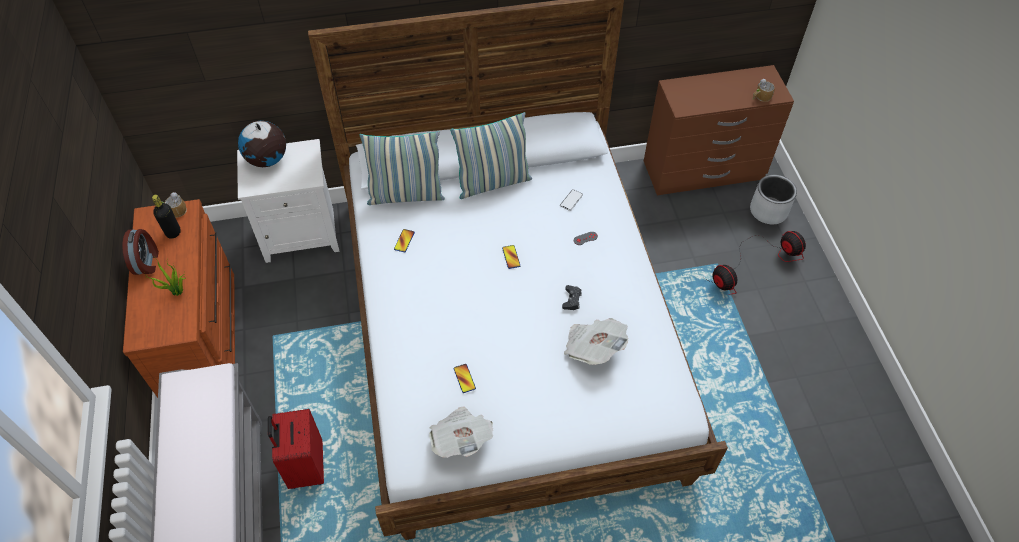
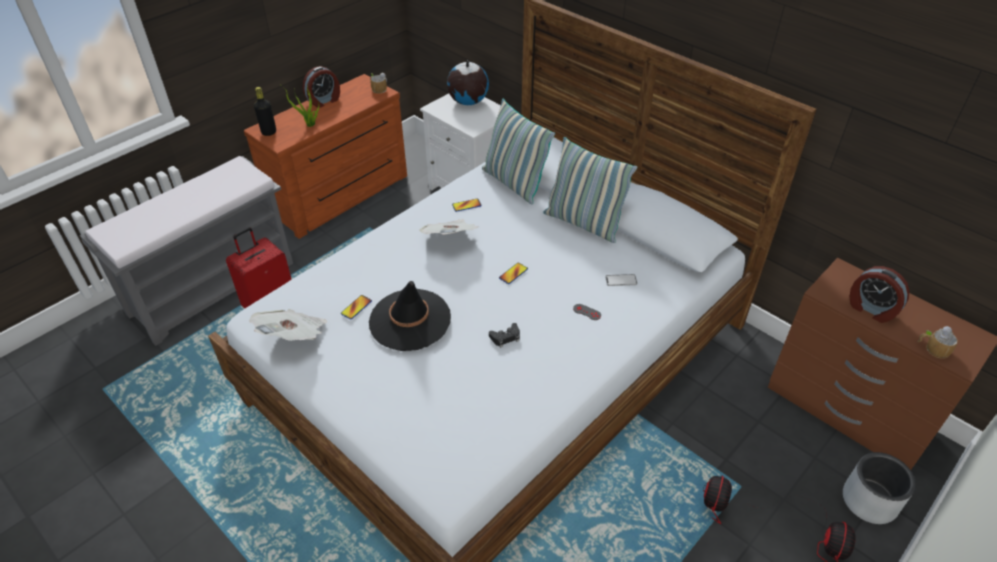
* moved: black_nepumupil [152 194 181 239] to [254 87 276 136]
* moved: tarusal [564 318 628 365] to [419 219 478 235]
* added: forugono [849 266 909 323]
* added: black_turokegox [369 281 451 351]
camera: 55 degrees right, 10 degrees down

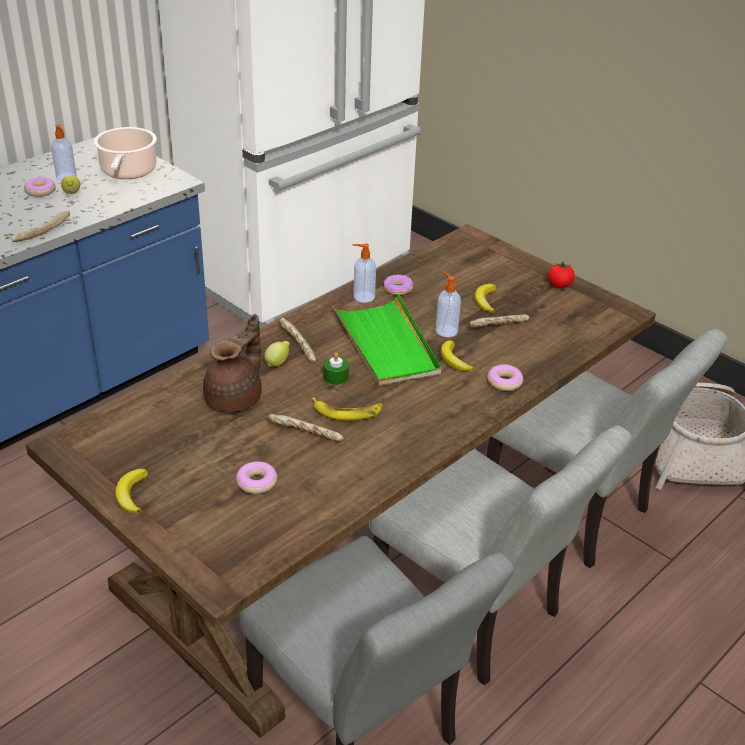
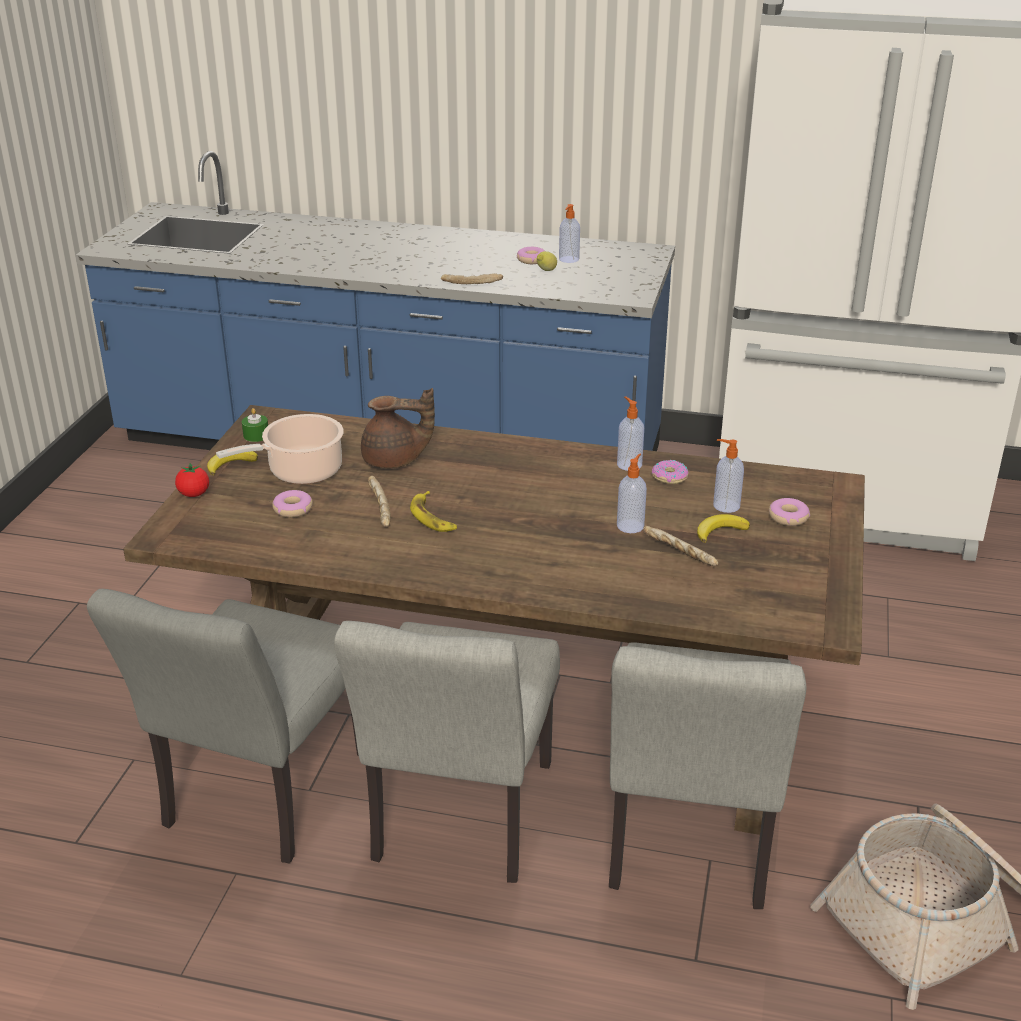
* moved: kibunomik [94 127 157 179] to [216 414 344 484]
* moved: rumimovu [548 261 575 288] to [175 463 209 497]
* removed: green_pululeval [332 294 441 386]
* removed: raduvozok [279 317 316 362]
* removed: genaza [440 340 474 371]
* removed: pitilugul [264 341 290 367]
* moved: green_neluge [323 352 349 385] to [242 408 268 442]
* moved: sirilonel [487 364 523 391] to [769 498 810 526]
* added: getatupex [713 439 744 513]
camera: 60 degrees right, 5 degrees down

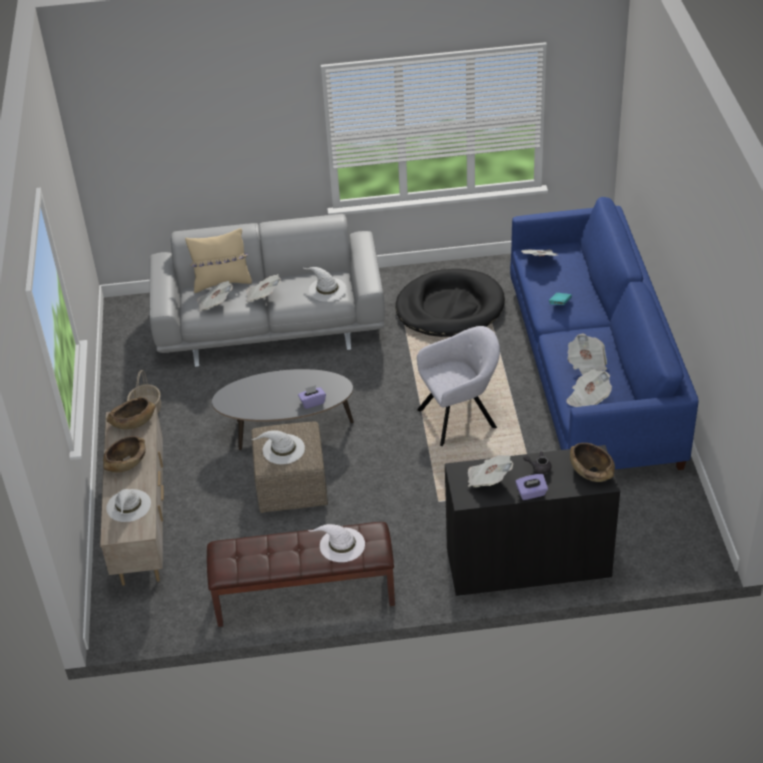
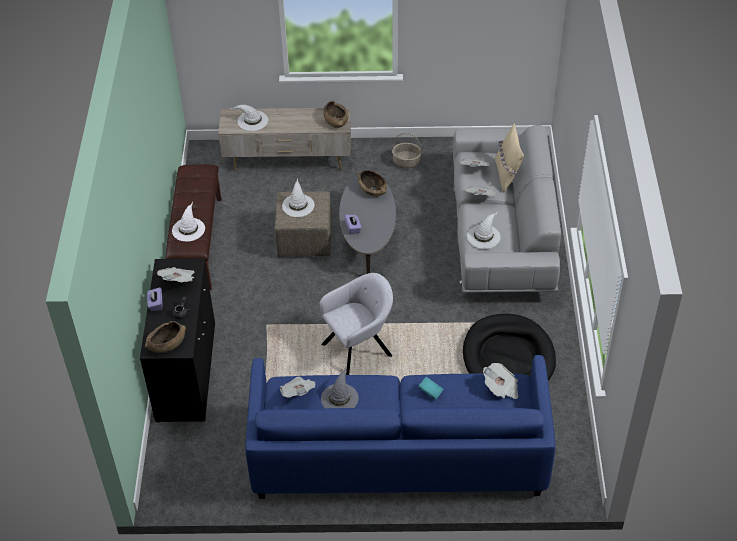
* turned: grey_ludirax [417 326 500 446] = [320 273 393 375] 105 degrees counterclockwise
* replaced: tarusal [568 334 607 375] to grey_turokegox [321 367 359 409]
* moved: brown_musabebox [103 436 146 473] to [358 170 387 197]
camera: 95 degrees right, 5 degrees up

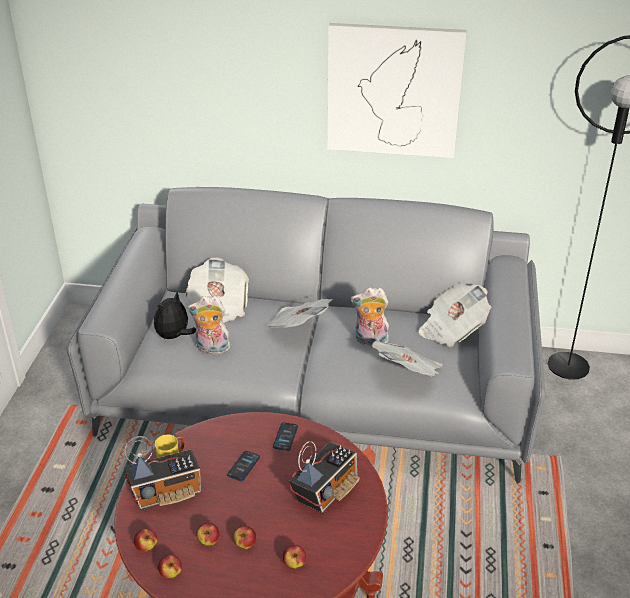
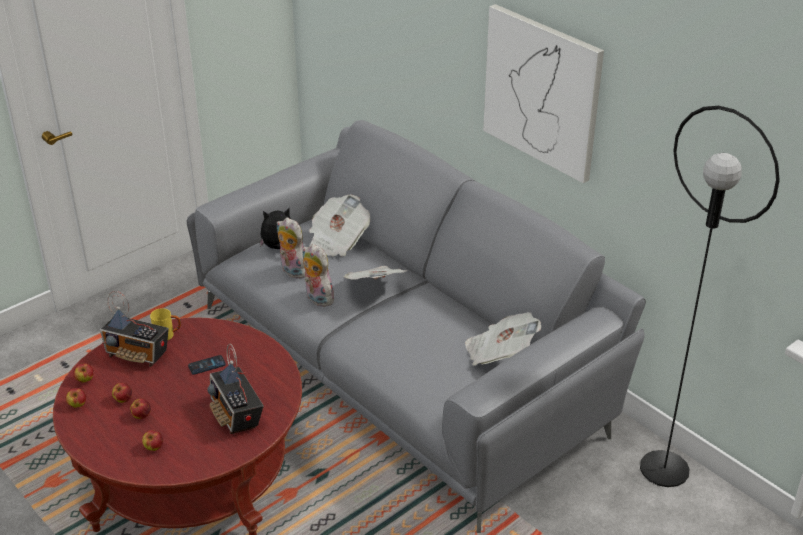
* moved: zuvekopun [351 287 389 346] to [303 244 334 307]
* removed: tarusal [372 341 443 377]
* removed: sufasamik [273 422 298 451]
* turned: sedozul [289 441 360 514] = [207 344 264 434] 75 degrees clockwise
camera: 40 degrees right, 0 degrees up

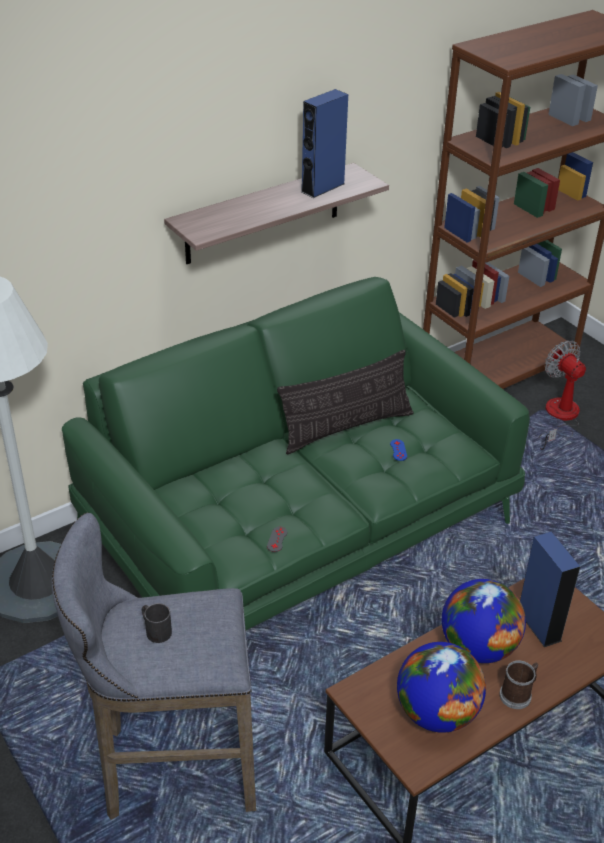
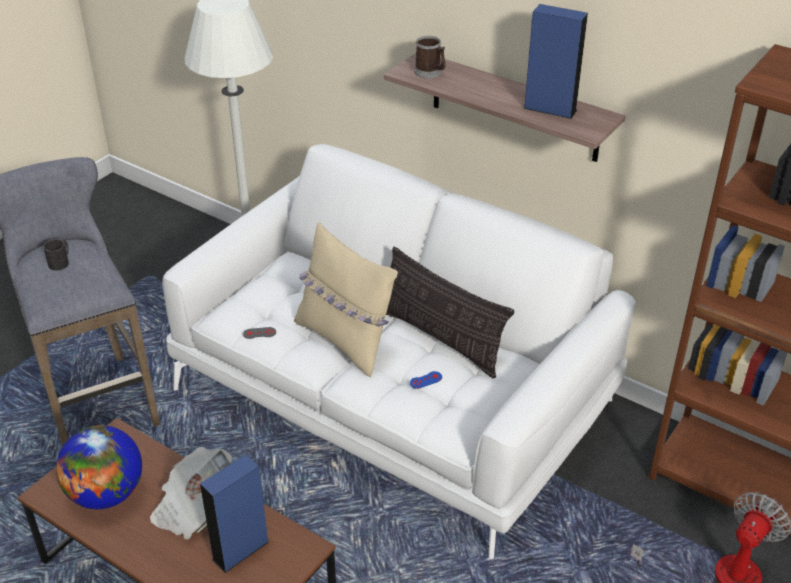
* recoloured: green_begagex [62 277 530 630] to white_begagex [162 144 636 559]
* replaced: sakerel [442 579 526 663] to tarusal [150 447 233 539]
* moved: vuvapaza [499 660 538 709] to [414 36 446 78]
* added: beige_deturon [294 222 398 377]
camera: 70 degrees right, 0 degrees up

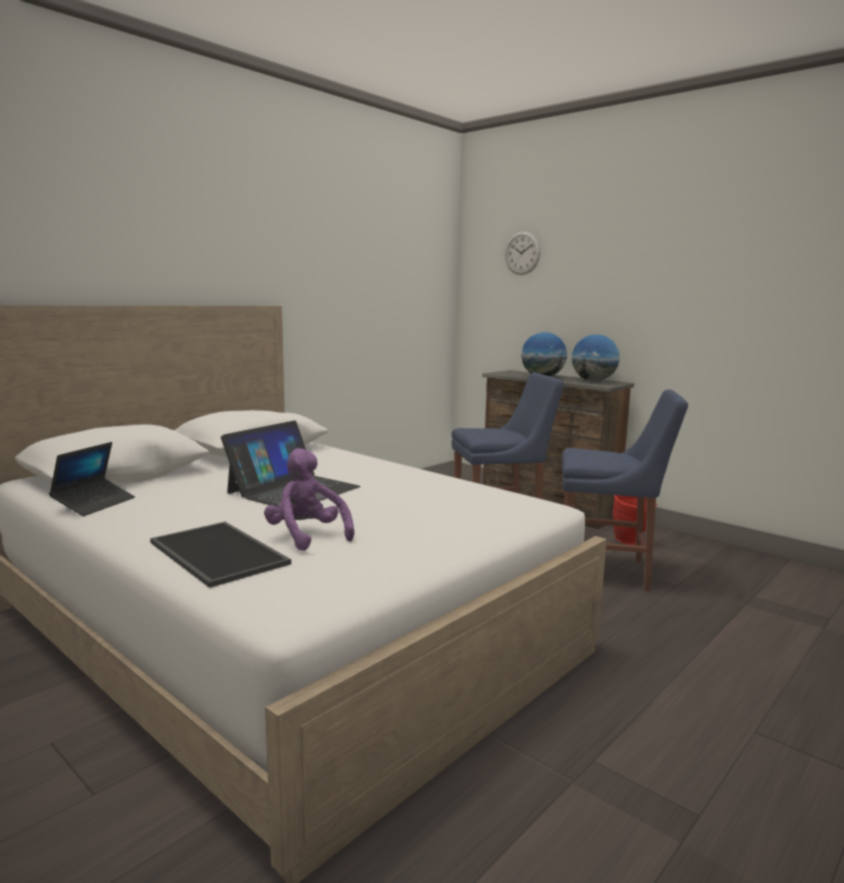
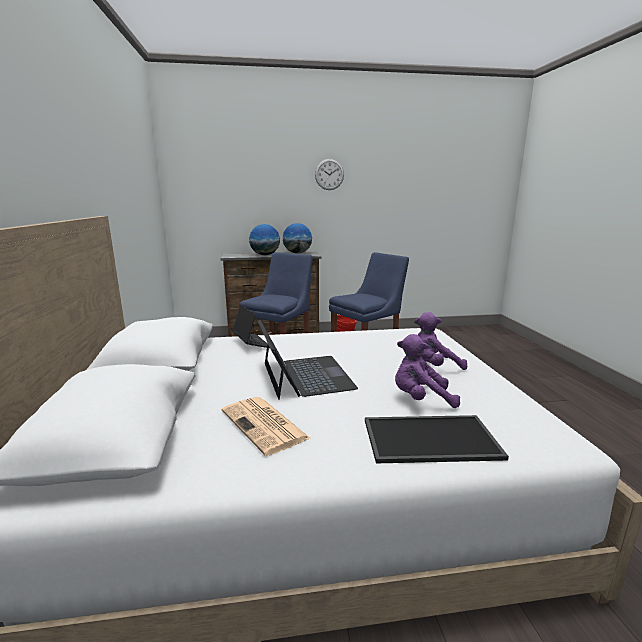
* moved: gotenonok [505 231 541 275] to [315 159 344 190]
* moved: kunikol [49 442 135 516] to [232 304 270 348]
* added: purple_zuvekopun [414 312 467 370]
* added: tarusal [222 397 310 456]
camera: 50 degrees left, 5 degrees up

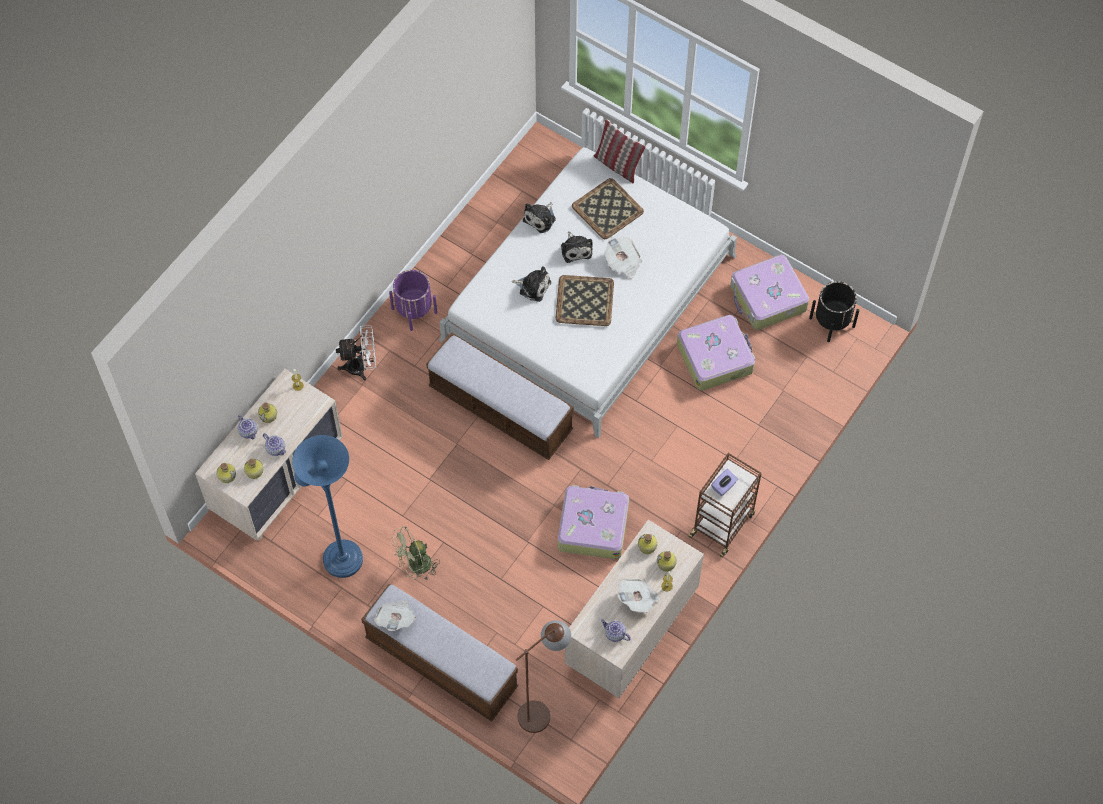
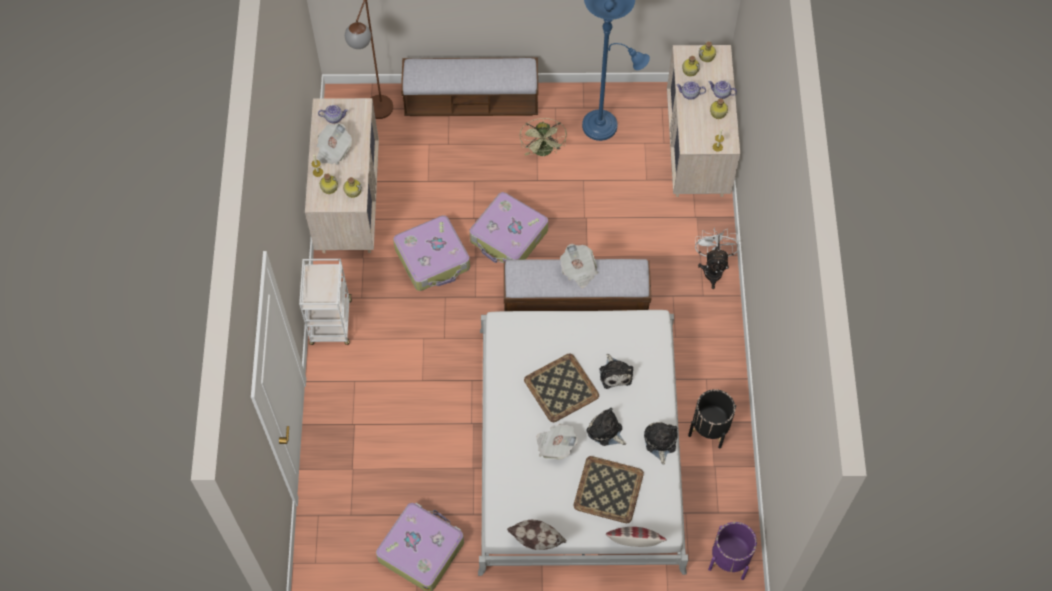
* turned: zuvekopun [512 266 551 302] = [599 354 633 389] 90 degrees counterclockwise
* moved: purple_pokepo [389 270 437 331] to [708 522 757 580]
* moved: black_pokepo [809 281 859 342] to [688 389 736 449]
* moved: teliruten [677 315 755 391] to [470 192 548 263]
* turned: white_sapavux [336 325 376 380] = [695 227 740 289] 135 degrees clockwise
* recoloured: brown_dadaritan [689 453 762 558] to white_dadaritan [299 259 352 345]
* removed: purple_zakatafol [711 469 738 496]
* turned: green_sapavux [391 527 440 581] = [519 118 567 157] 150 degrees clockwise
* moved: tarusal [374 600 416 631] to [560 244 598 288]
* added: deturon [507 519 566 550]
camera: 145 degrees right, 0 degrees up

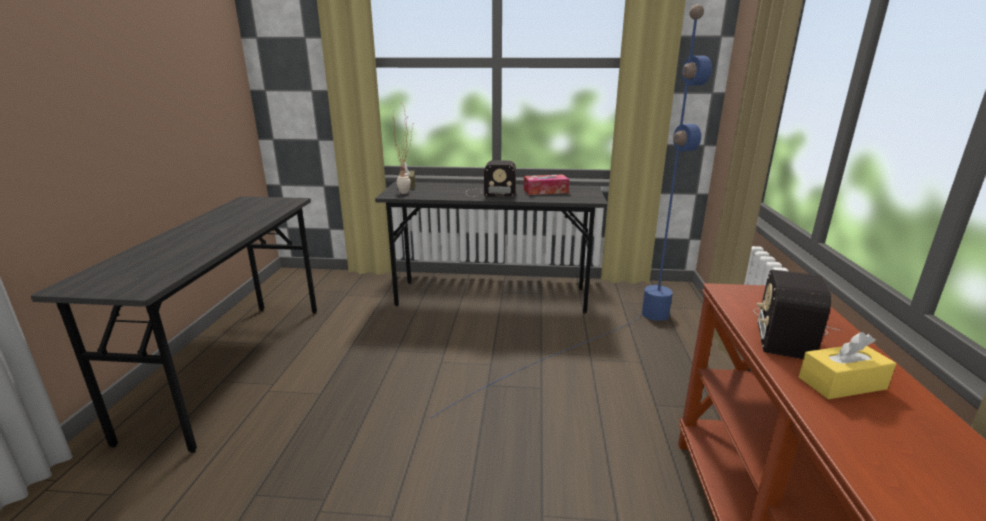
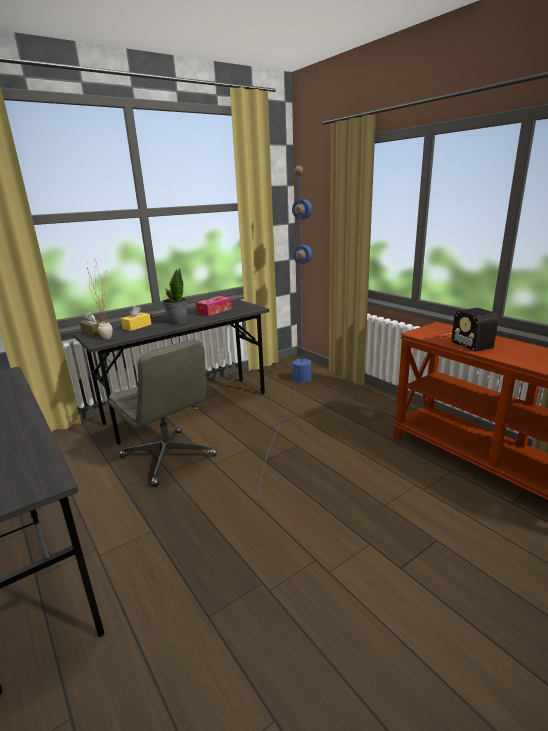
* replaced: sedozul [466 160 516 197] to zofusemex [162 268 187 324]
* moved: yellow_zakatafol [799 332 896 399] to [121 306 151 331]
* added: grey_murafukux [109 339 217 487]
camera: 40 degrees left, 0 degrees up

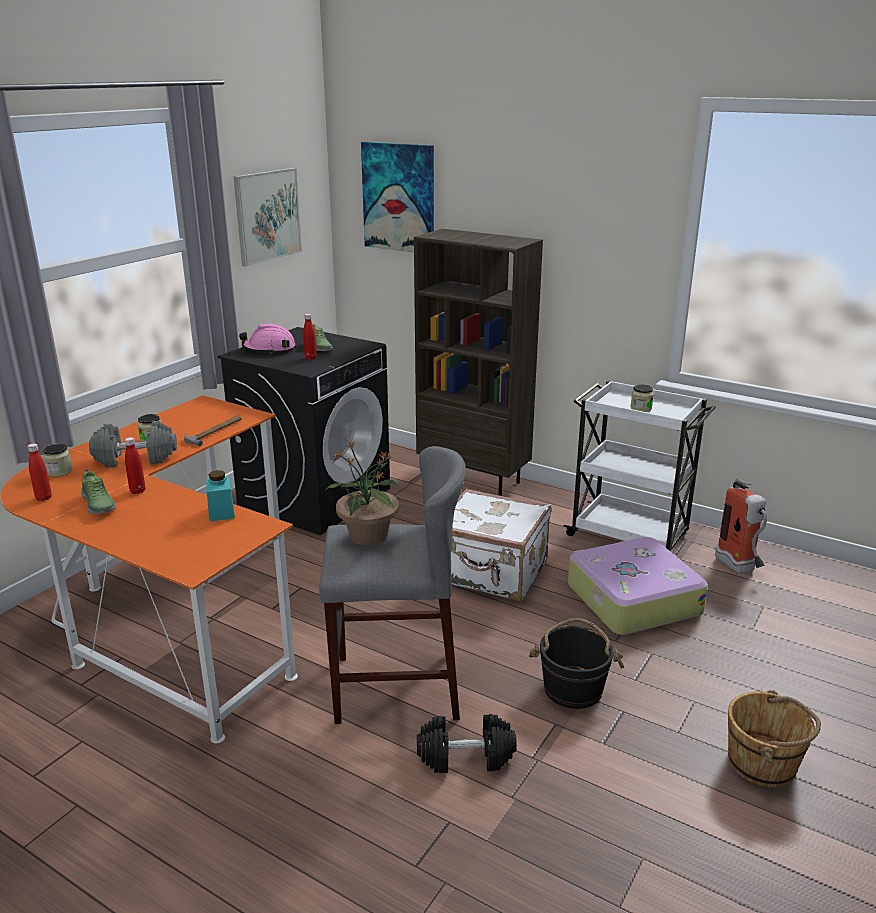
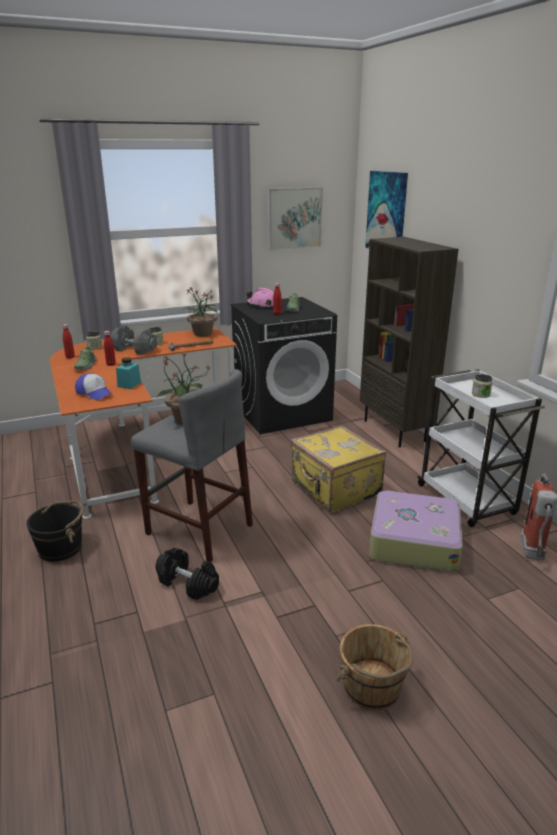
* recoloured: white_teliruten [451 489 551 601] to yellow_teliruten [291 425 386 513]
* moved: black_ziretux [529 618 624 709] to [26 500 84 561]
* added: zofusemex [182 287 219 337]
* added: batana [75 373 113 400]
camera: 35 degrees right, 0 degrees up

